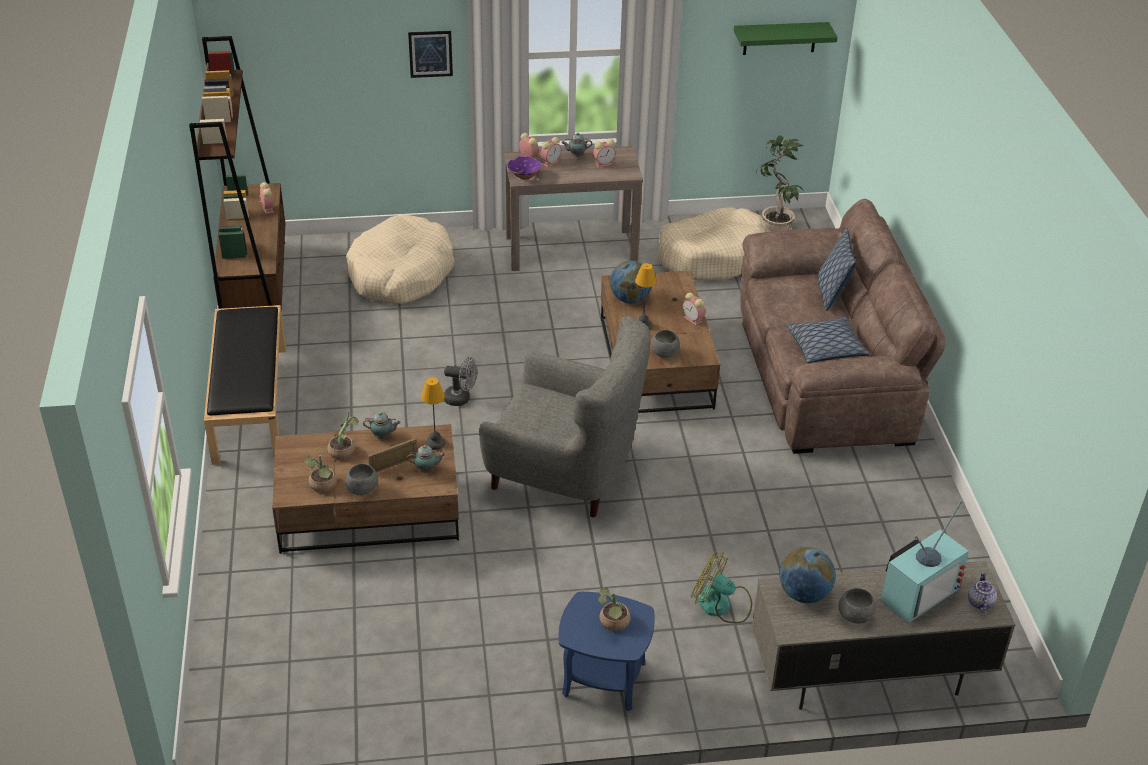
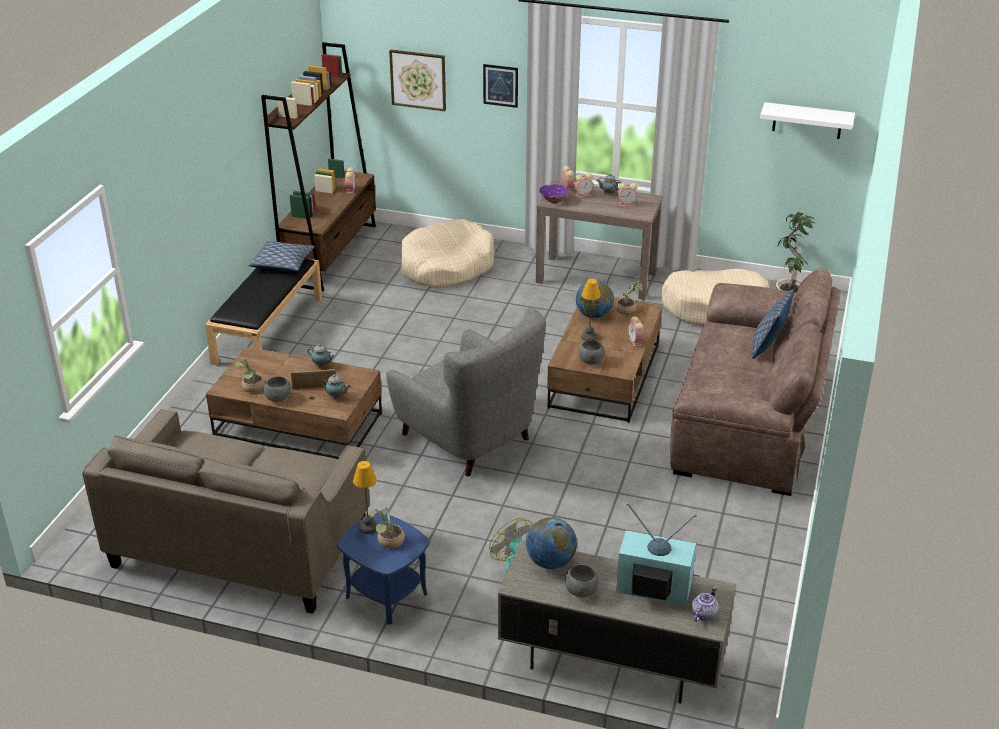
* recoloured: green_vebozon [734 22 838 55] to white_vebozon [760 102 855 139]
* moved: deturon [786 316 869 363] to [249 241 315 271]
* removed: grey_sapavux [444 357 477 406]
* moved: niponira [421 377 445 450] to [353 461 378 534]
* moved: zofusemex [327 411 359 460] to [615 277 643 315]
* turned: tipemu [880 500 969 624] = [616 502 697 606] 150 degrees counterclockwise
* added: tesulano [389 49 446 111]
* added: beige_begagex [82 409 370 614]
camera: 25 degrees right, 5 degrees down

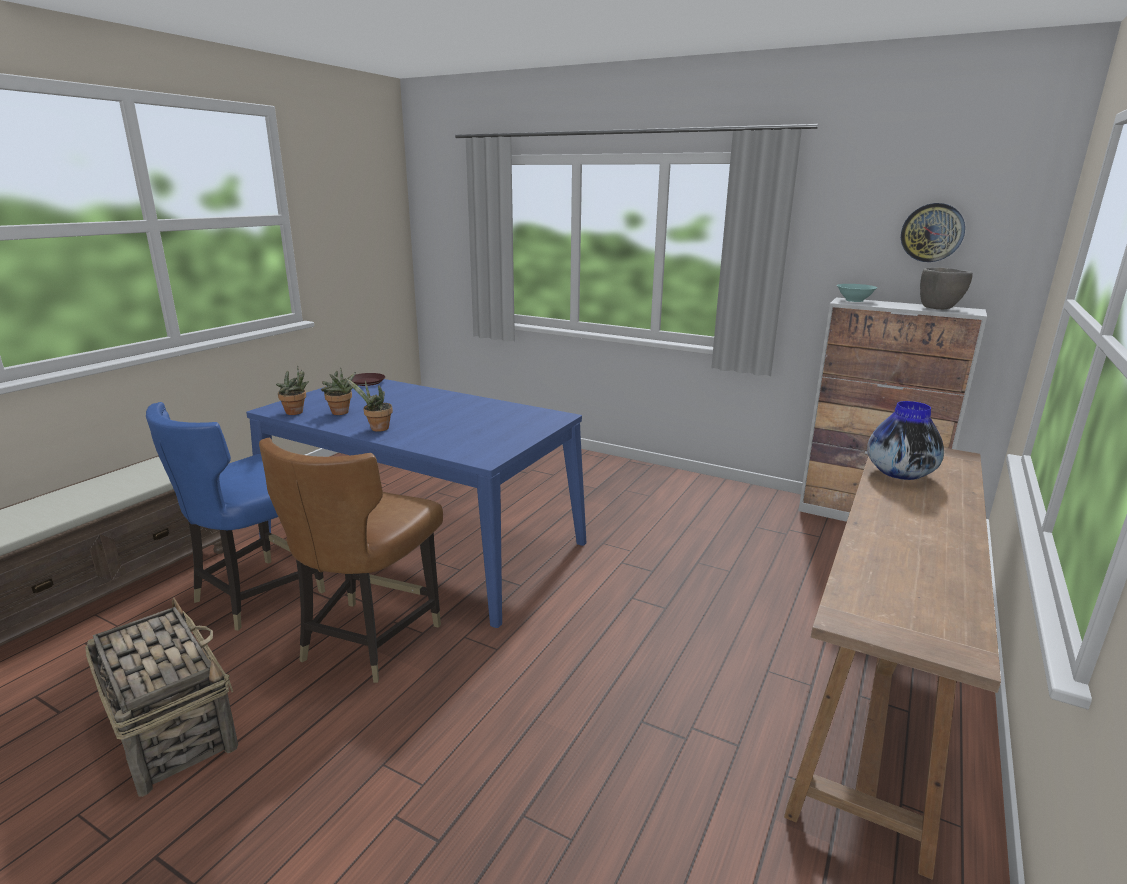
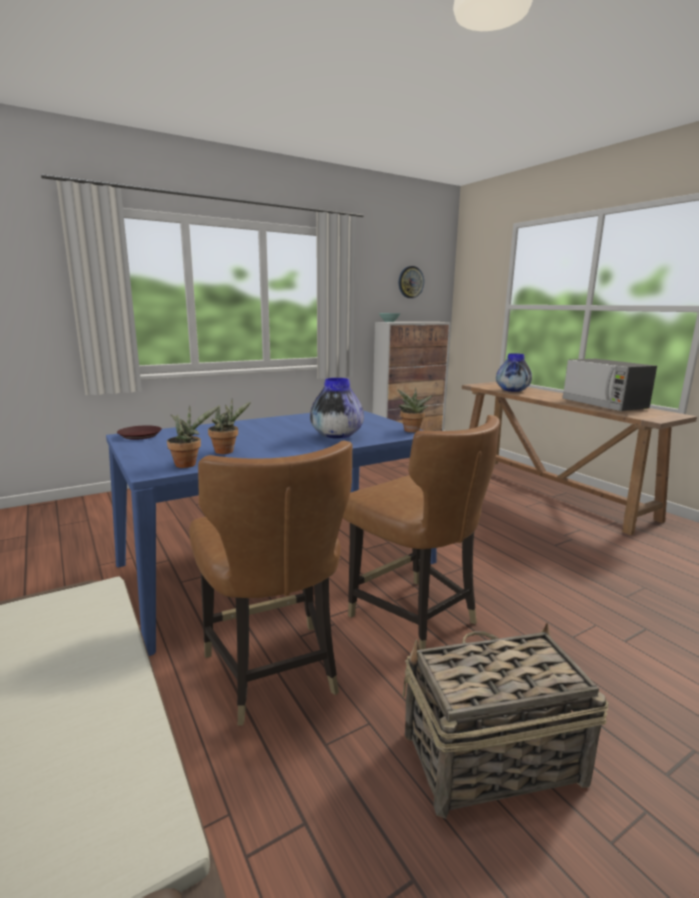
* removed: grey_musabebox [920 268 973 309]
* moved: zofusemex [345 378 393 432] to [397 387 433 432]
* recoloured: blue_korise [146 402 325 631] to brown_korise [189 440 352 726]
* added: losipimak [562 359 657 411]
* added: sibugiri [310 378 364 439]
camera: 60 degrees left, 5 degrees down

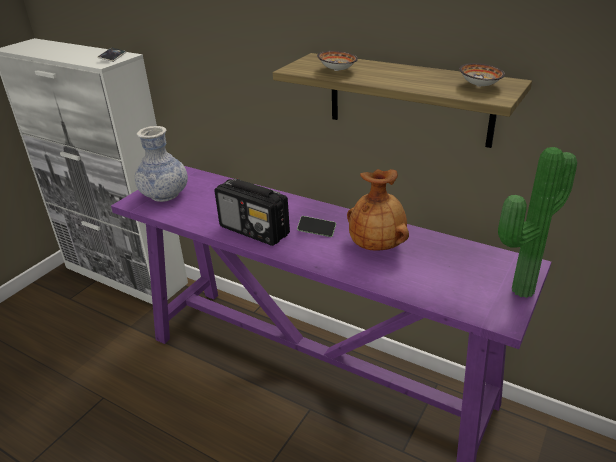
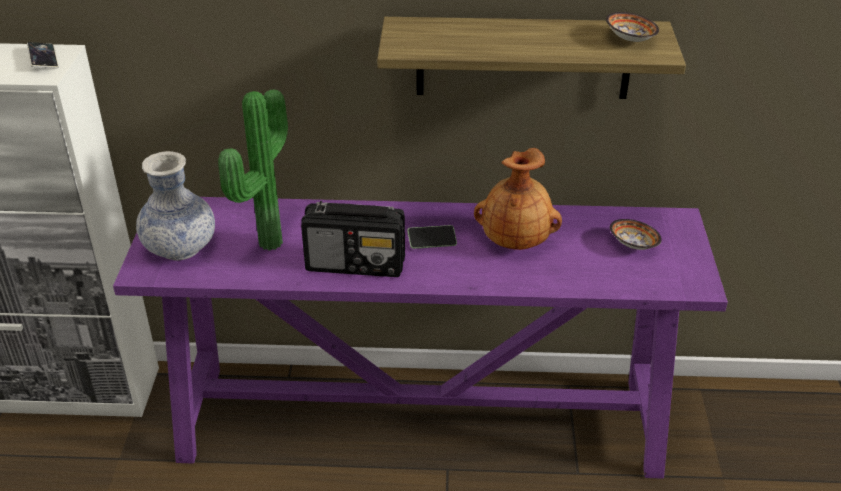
* moved: musabebox [317 51 358 71] to [610 219 662 250]
* moved: zofusemex [498 147 577 298] to [218 90 288 251]
camera: 30 degrees left, 5 degrees up

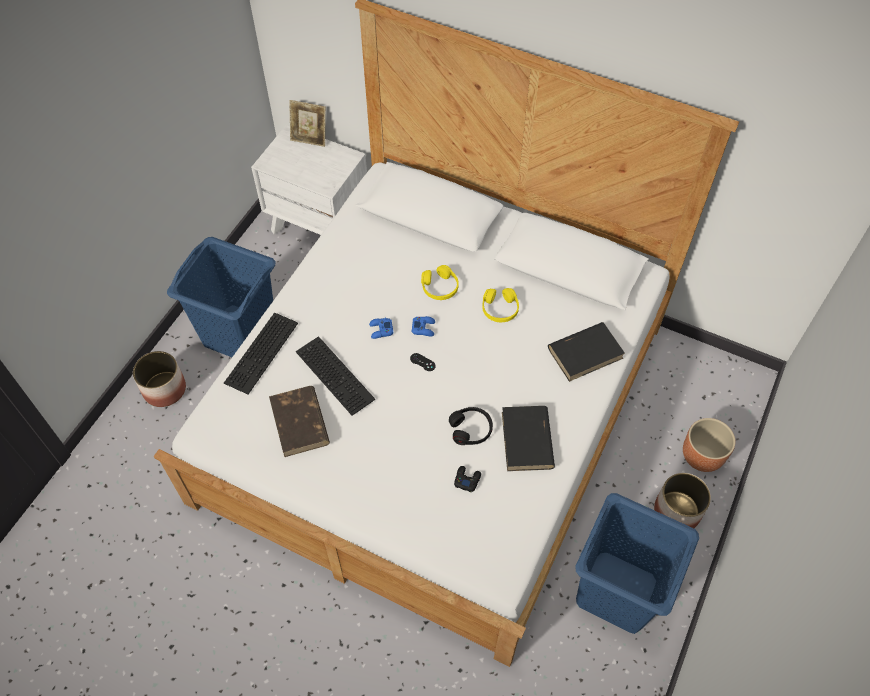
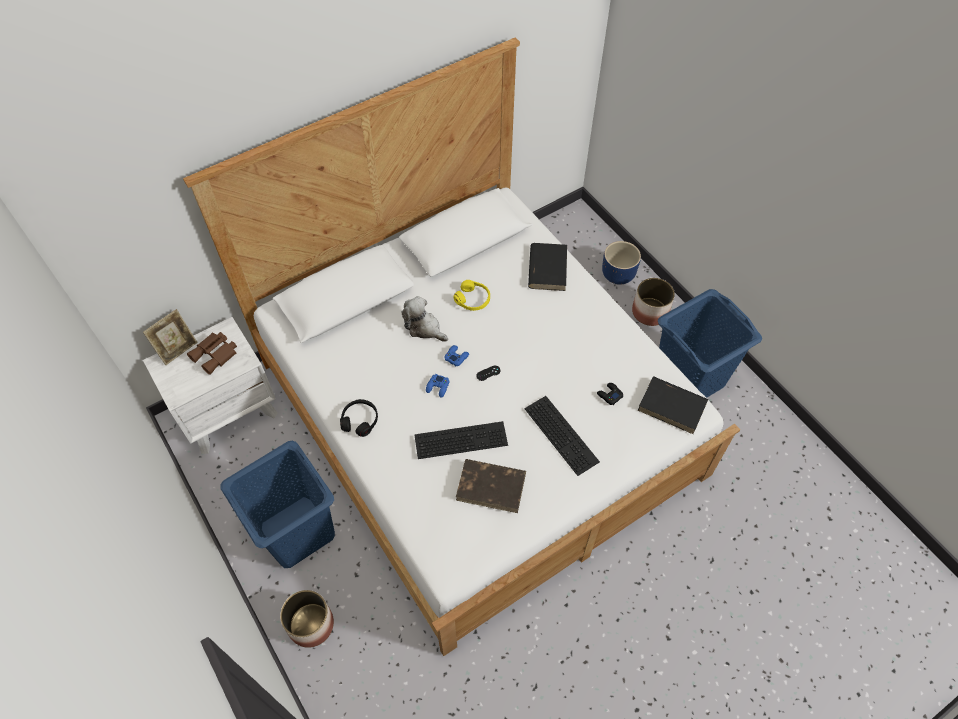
* replaced: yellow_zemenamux [421 265 459 300] to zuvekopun [401 296 448 342]
* moved: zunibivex [224 312 298 394] to [524 396 600 476]
* moved: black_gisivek [502 406 555 471] to [638 376 708 434]
* moved: black_zemenamux [449 407 493 445] to [340 399 378 437]
* recoloured: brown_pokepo [683 418 735 472] to blue_pokepo [602 241 641 285]
* added: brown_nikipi [187 332 237 375]
camera: 60 degrees left, 0 degrees up

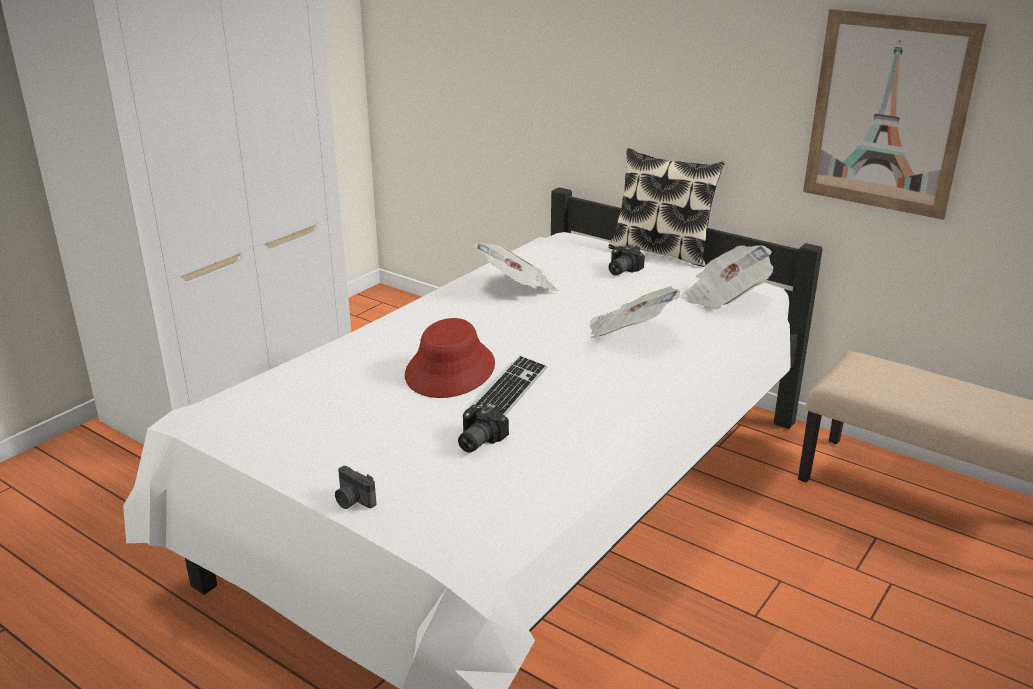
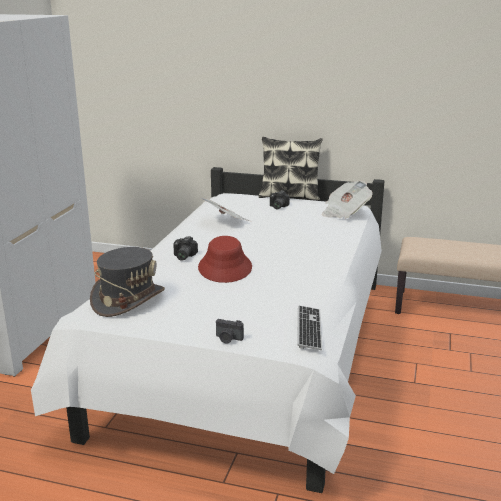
* removed: tesulano [803 9 988 220]
* removed: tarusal [590 286 680 338]
* moved: zunibivex [473 355 547 416] to [297 305 322 350]
* moved: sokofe [458 403 509 453] to [173 236 198 261]
* added: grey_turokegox [90 247 165 317]
camera: 20 degrees left, 5 degrees down

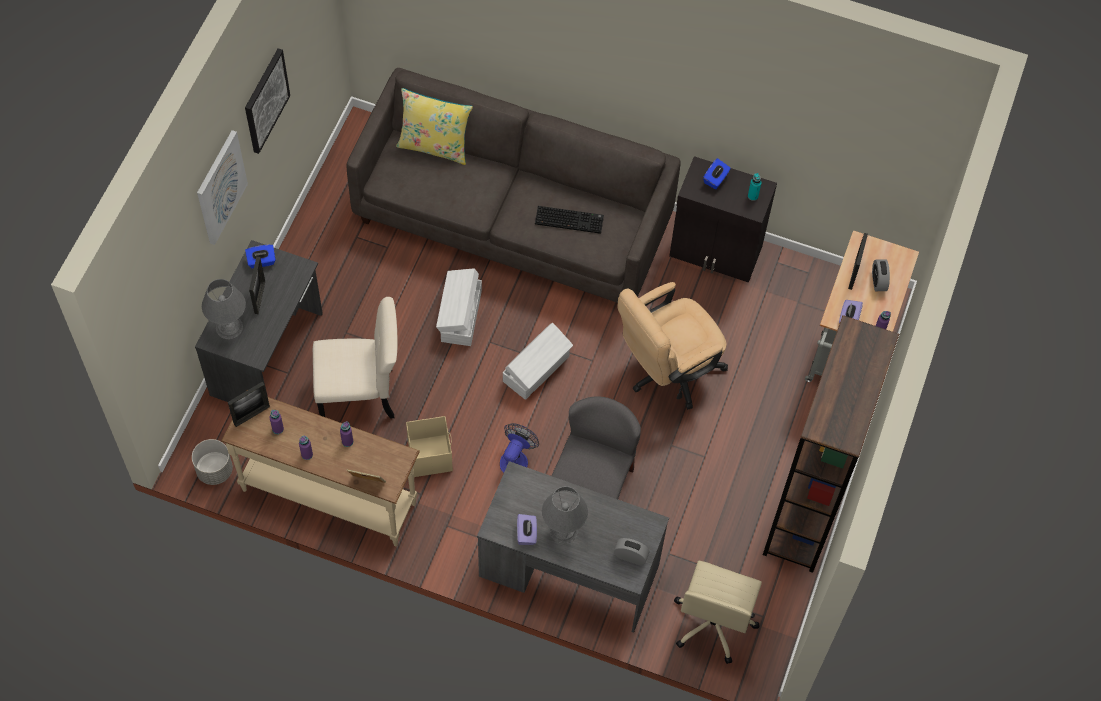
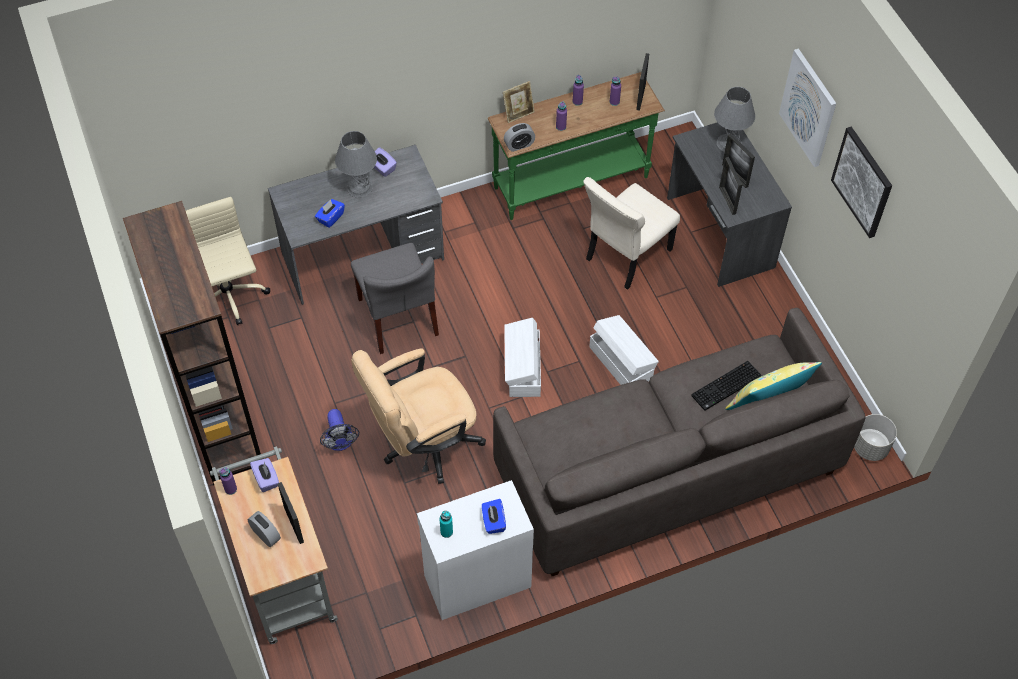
* recoloured: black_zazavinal [669 156 777 282] to white_zazavinal [417 480 534 620]
* moved: zunibivex [535 206 604 234] to [691 361 762 411]
* moved: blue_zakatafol [245 245 276 269] to [315 199 345 228]
* turned: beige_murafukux [618 282 728 410] = [351 348 486 484] 135 degrees counterclockwise
* recoloured: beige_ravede [221 397 420 546] to green_ravede [488 72 665 220]
* removed: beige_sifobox [406 416 453 477]
* moved: sapavux [500 423 539 473] to [320 409 359 451]
* moved: grey_pokepo [192 439 233 485] to [854 414 897 461]
* moved: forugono [614 538 649 565] to [504 123 535 152]
* added: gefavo [719 157 742 215]
camera: 140 degrees right, 5 degrees down

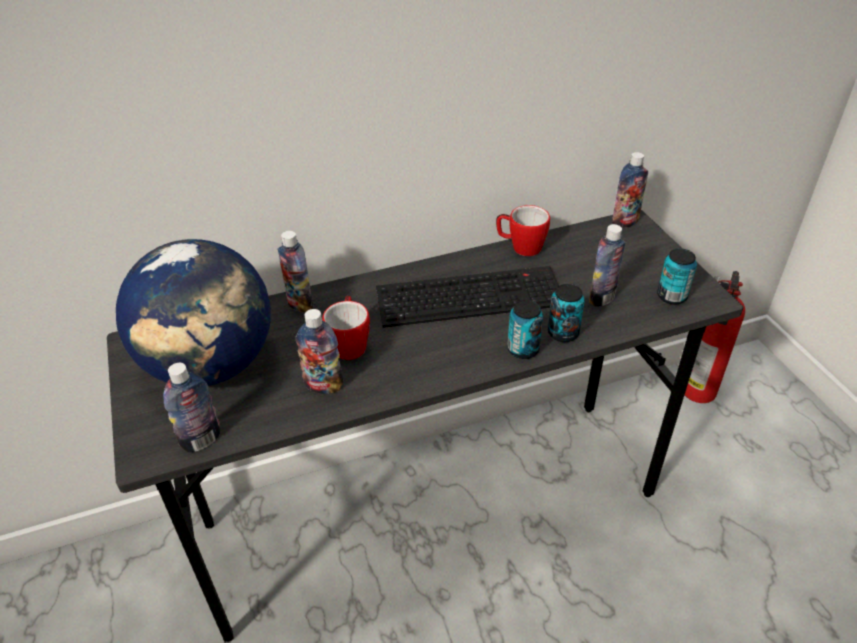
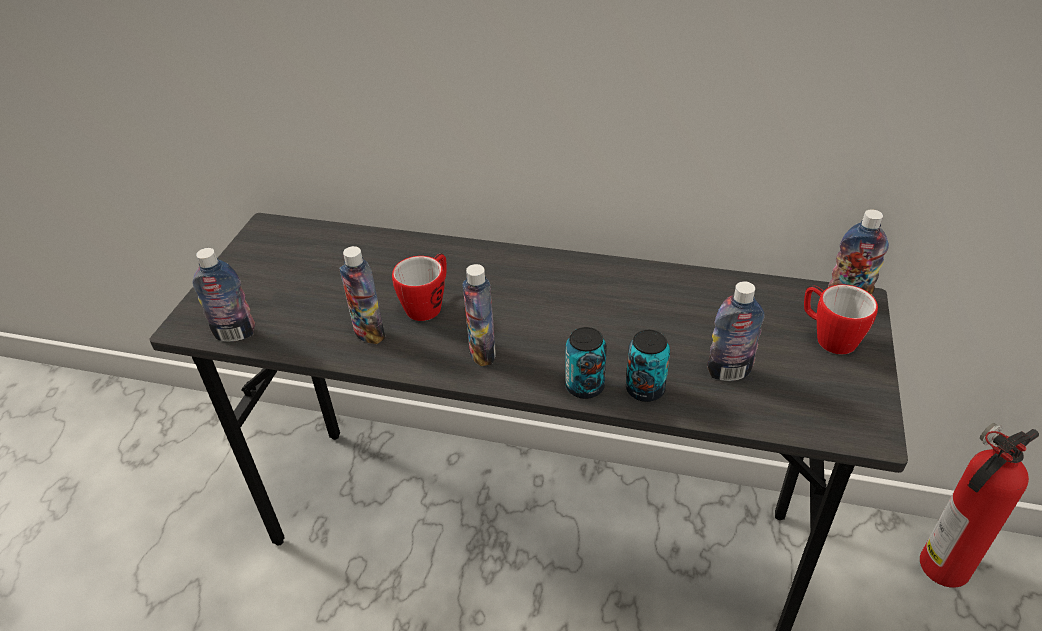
* moved: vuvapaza [496 205 550 256] to [804 284 878 355]
* moved: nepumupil [278 231 313 313] to [463 264 496 366]
* removed: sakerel [116 239 271 386]
* removed: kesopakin [657 248 697 305]
* removed: zunibivex [376 266 559 328]
camera: 35 degrees right, 0 degrees up

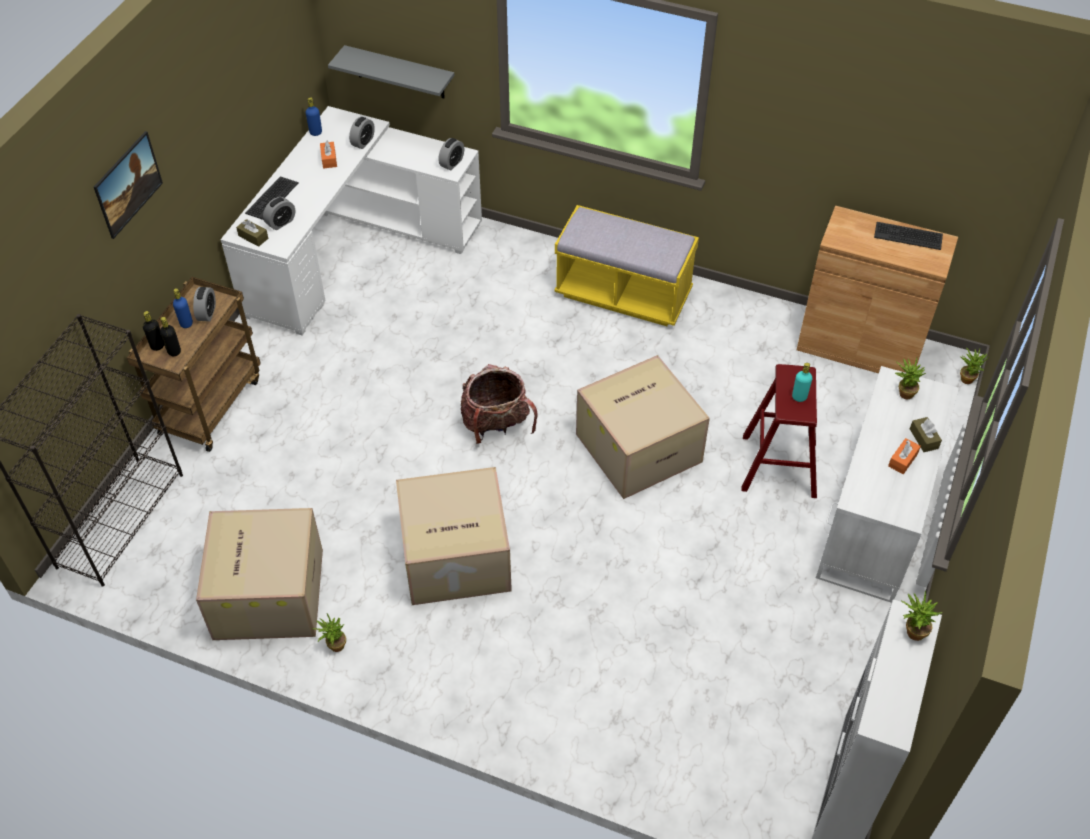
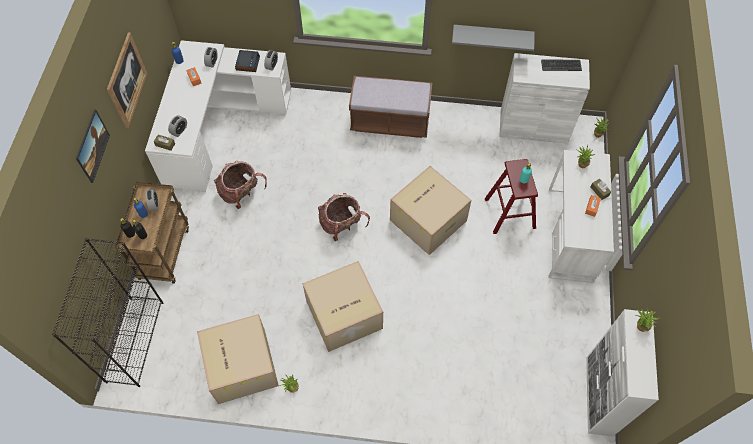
* moved: grey_vebozon [328 45 454 98] to [452 25 535 51]
* removed: zunibivex [245 176 298 220]
* recoloured: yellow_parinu [554 205 699 326] to brown_parinu [349 76 432 138]
* recoloured: brown_zazavinal [797 205 958 374] to white_zazavinal [499 53 590 144]
* added: tesulano [107 32 147 128]
* added: forugono [235 50 260 72]
* added: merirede [214 161 267 209]
camera: 15 degrees left, 10 degrees up

